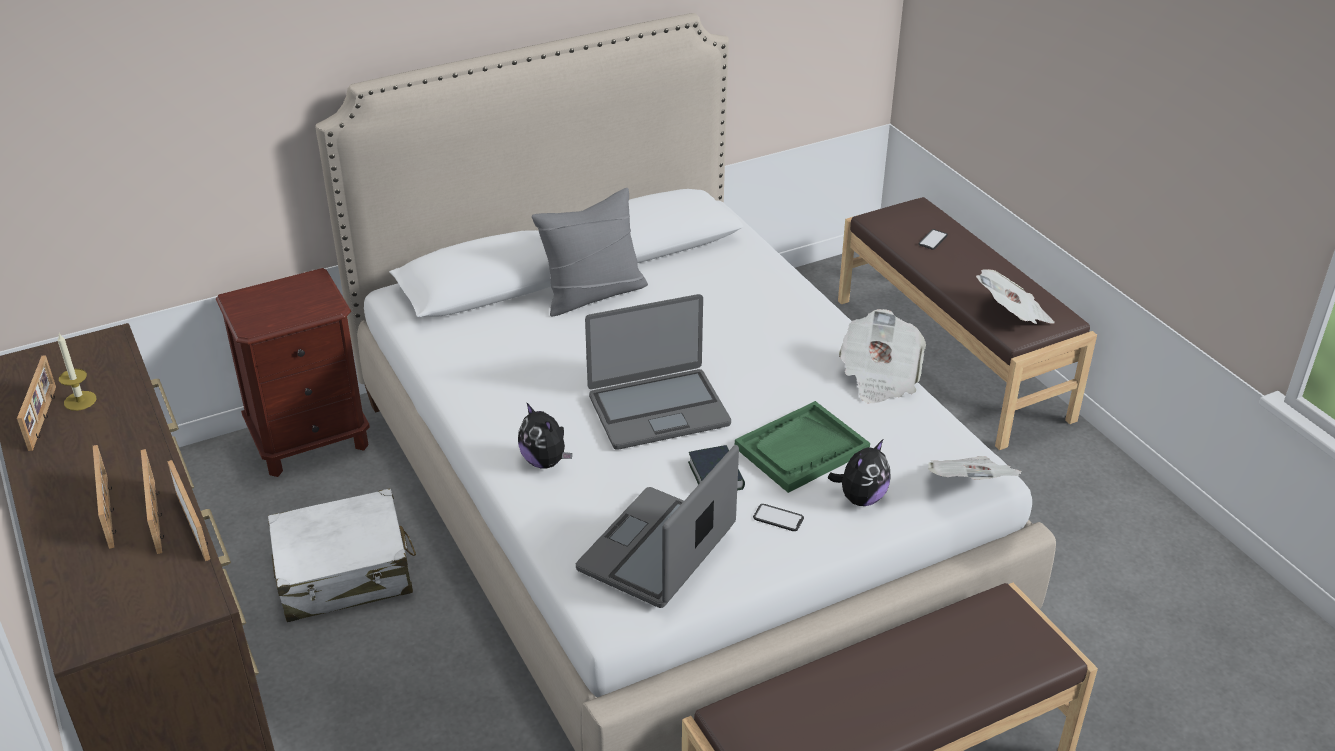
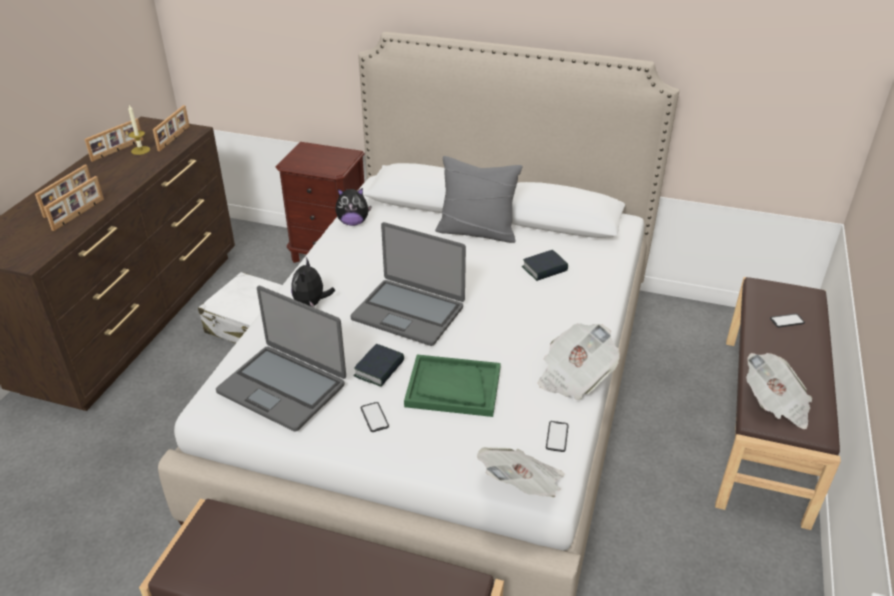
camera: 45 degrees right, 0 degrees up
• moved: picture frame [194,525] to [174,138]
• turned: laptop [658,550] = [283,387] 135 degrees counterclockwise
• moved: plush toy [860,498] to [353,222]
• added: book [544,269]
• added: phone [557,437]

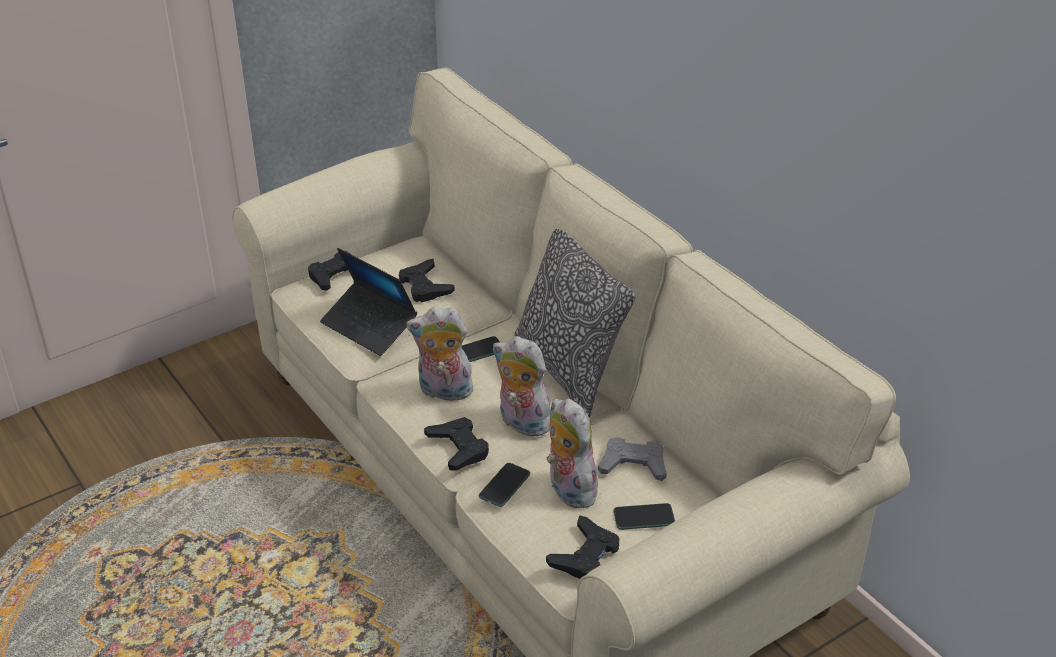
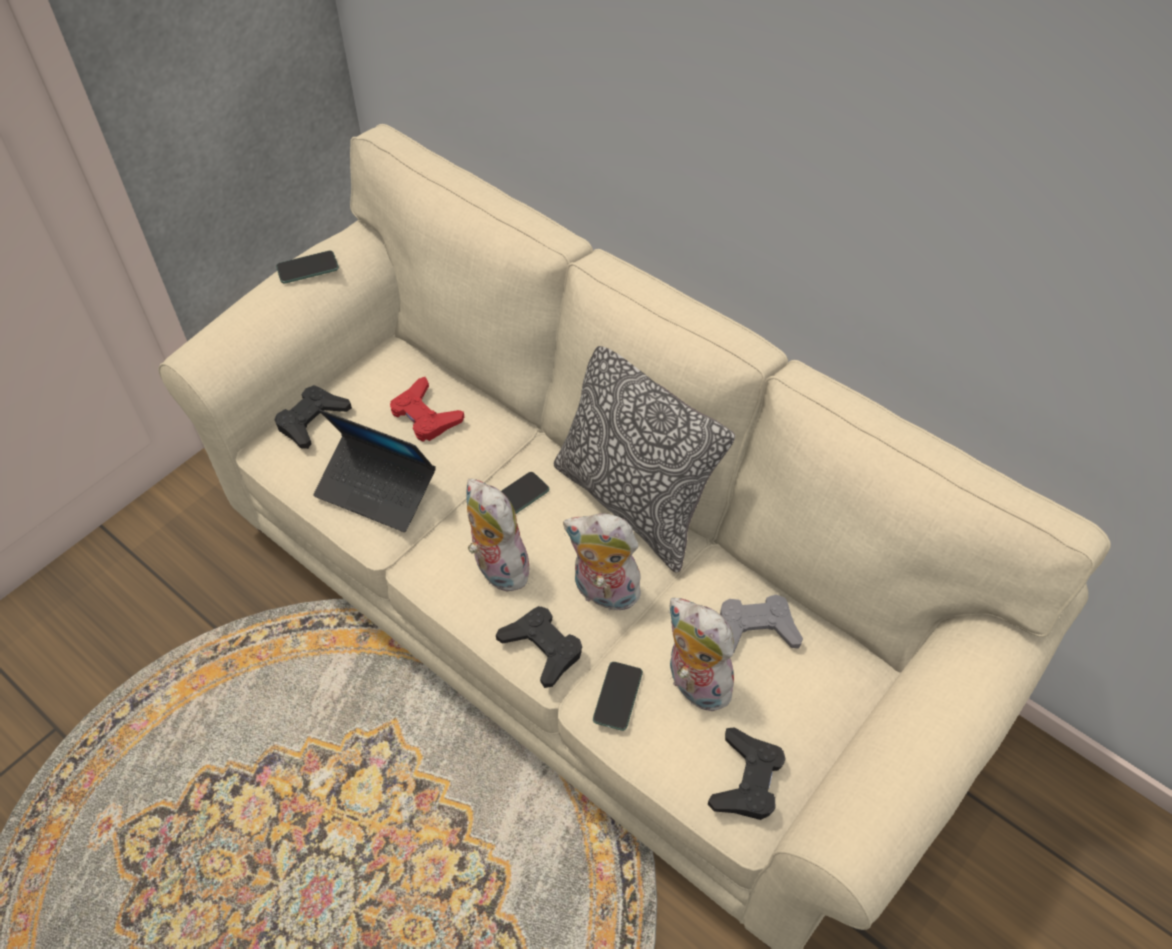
camera: 15 degrees left, 15 degrees up
• moved: phone [644,517] to [307,268]
• recoloured: black game controller [425,286] to red game controller [425,415]
• turned: plush toy [443,392] = [496,567] 60 degrees clockwise

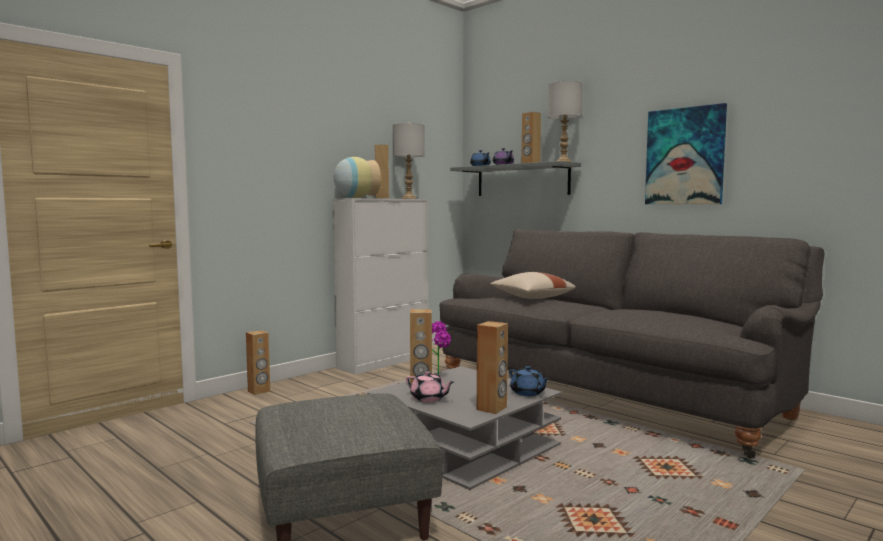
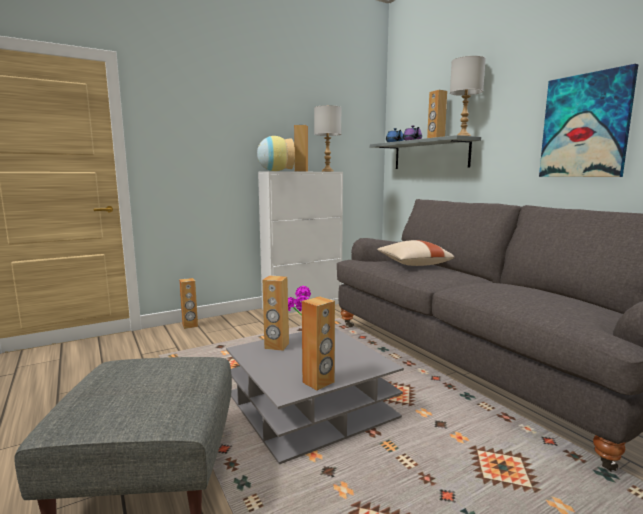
camera: 15 degrees right, 5 degrees up
• removed: pink teapot [429,399]
• removed: blue teapot [528,393]

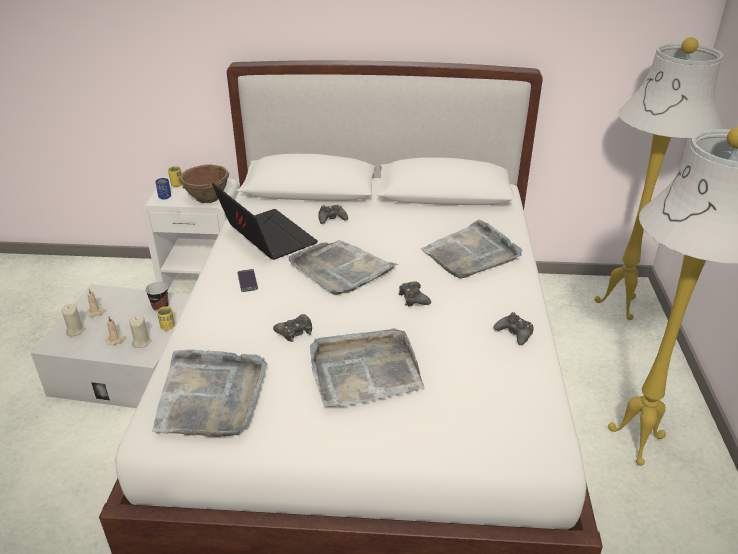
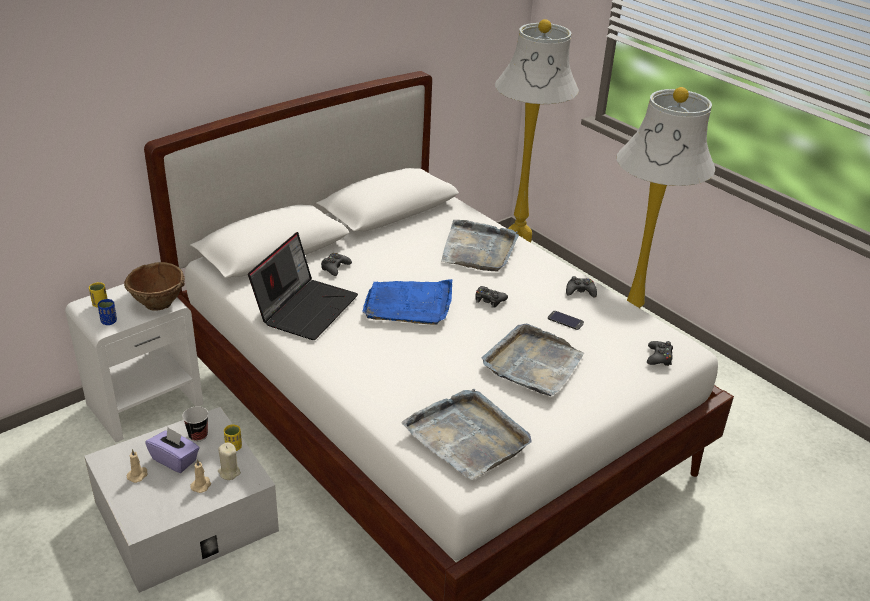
camera: 45 degrees left, 0 degrees up
• added: purple tissue box [175,460]
• turned: laptop [265,237] = [306,308] 105 degrees clockwise
• recoloured: grey tray [341,269] to blue tray [409,304]
• moved: phone [247,281] to [565,320]
• moved: black game controller [295,331] to [659,357]
• removed: beige candle [75,330]

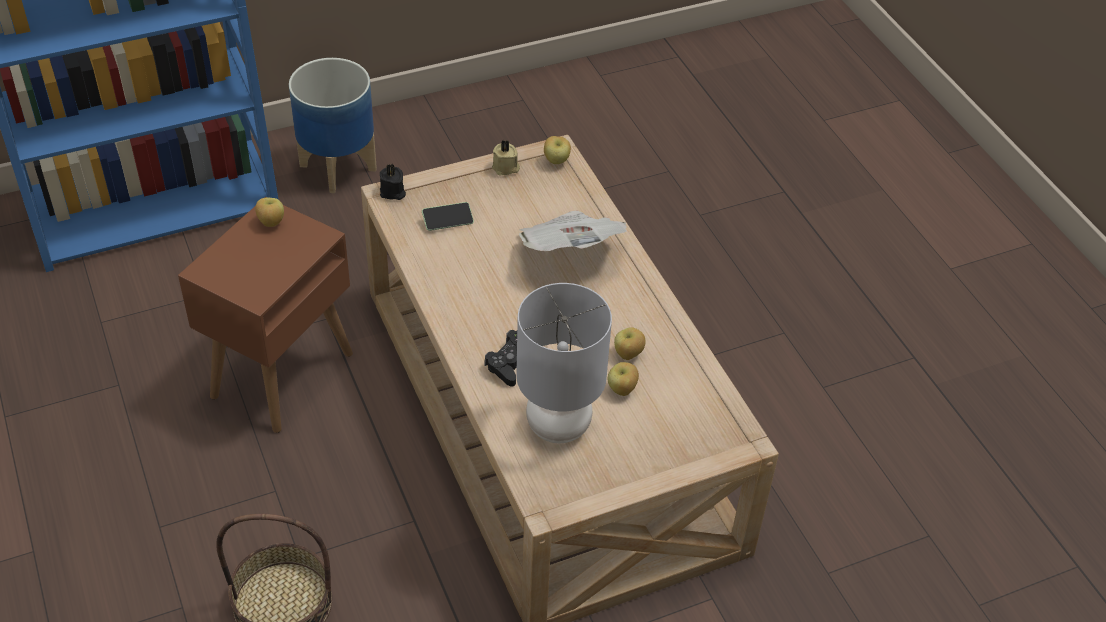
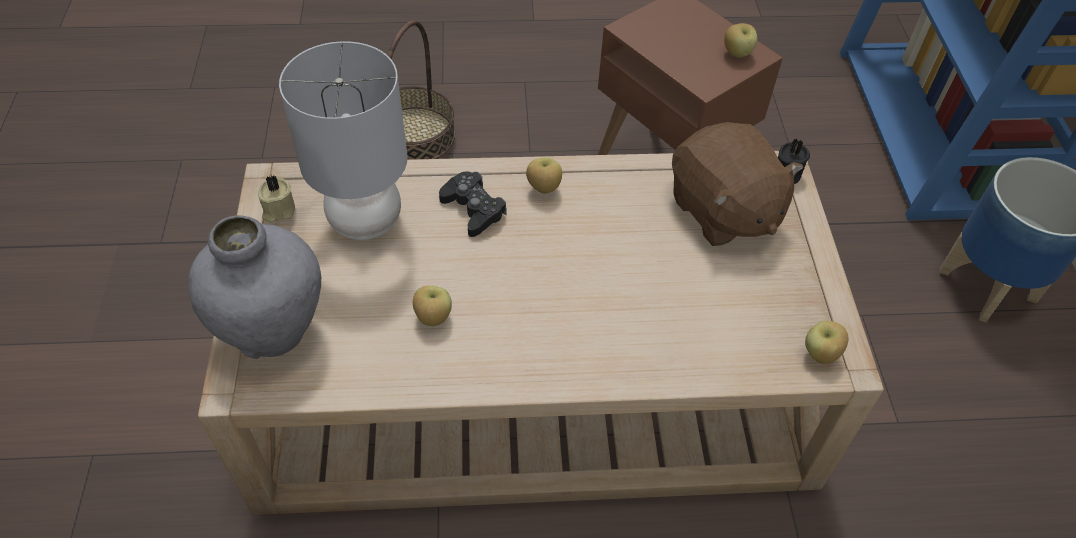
camera: 110 degrees right, 5 degrees up
• added: grey vase [273,330]
• moved: beige candle [506,168] to [278,210]
• moved: apple [622,390] to [543,188]
• replaced: phone [448,221] to brown plush toy [723,211]
• removed: newspaper [570,252]

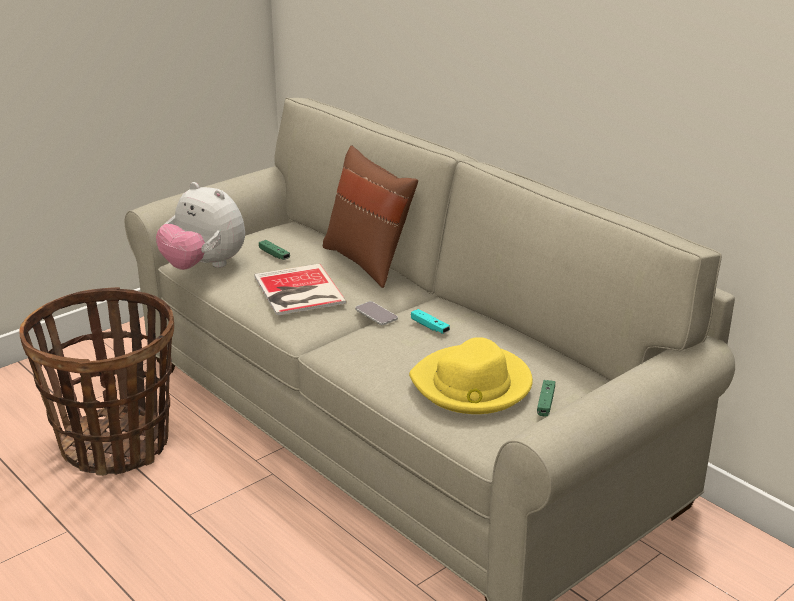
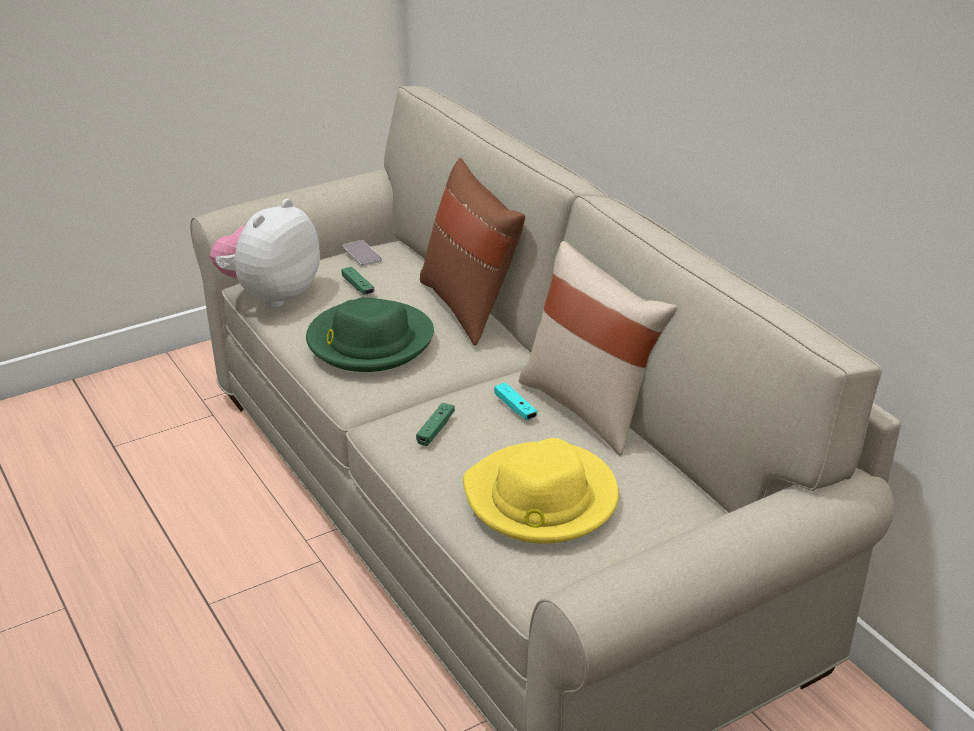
camera: 10 degrees right, 5 degrees up
• turned: plush toy [204,266] = [271,295] 75 degrees clockwise
• replaced: book [298,291] to green hat [369,341]
• moved: phone [376,314] to [362,254]
• moved: green game controller [545,402] to [435,429]
• added: beige pillow [590,408]
• removed: basket [115,444]

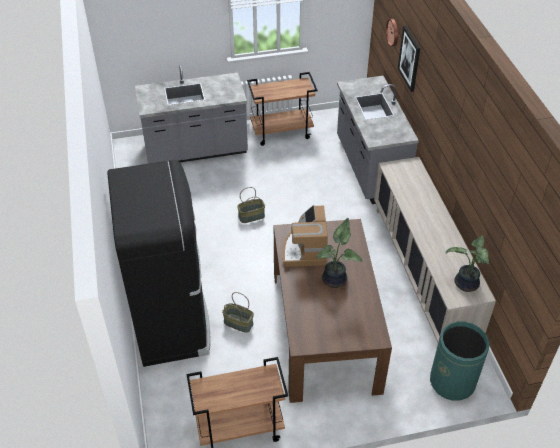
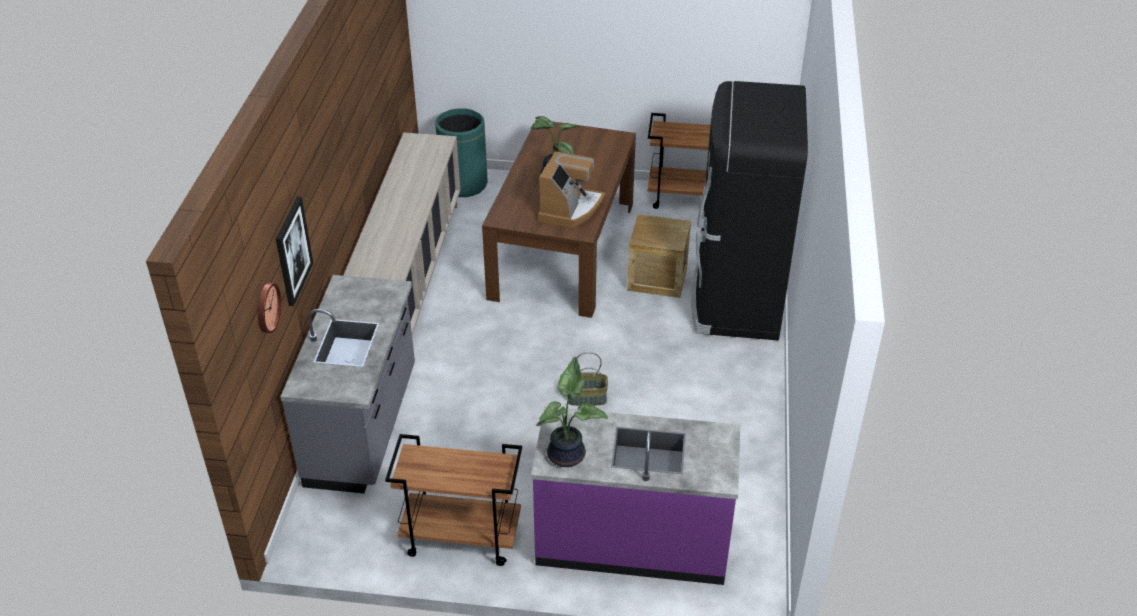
camera: 160 degrees left, 5 degrees down
• recoloured: grey counter [196,151] to purple counter [632,540]
• moved: potted plant [465,284] to [568,454]
• replaced: basket [239,323] to crate [657,278]

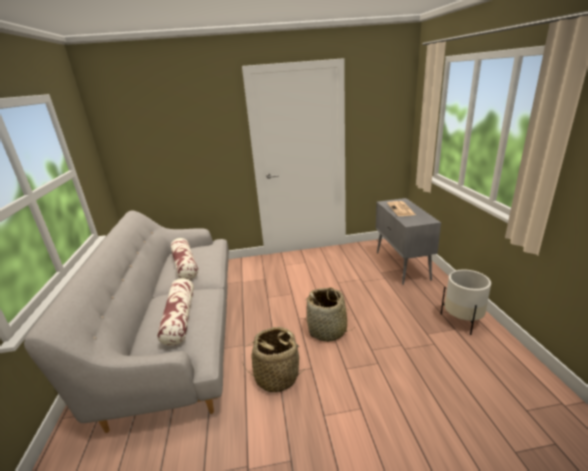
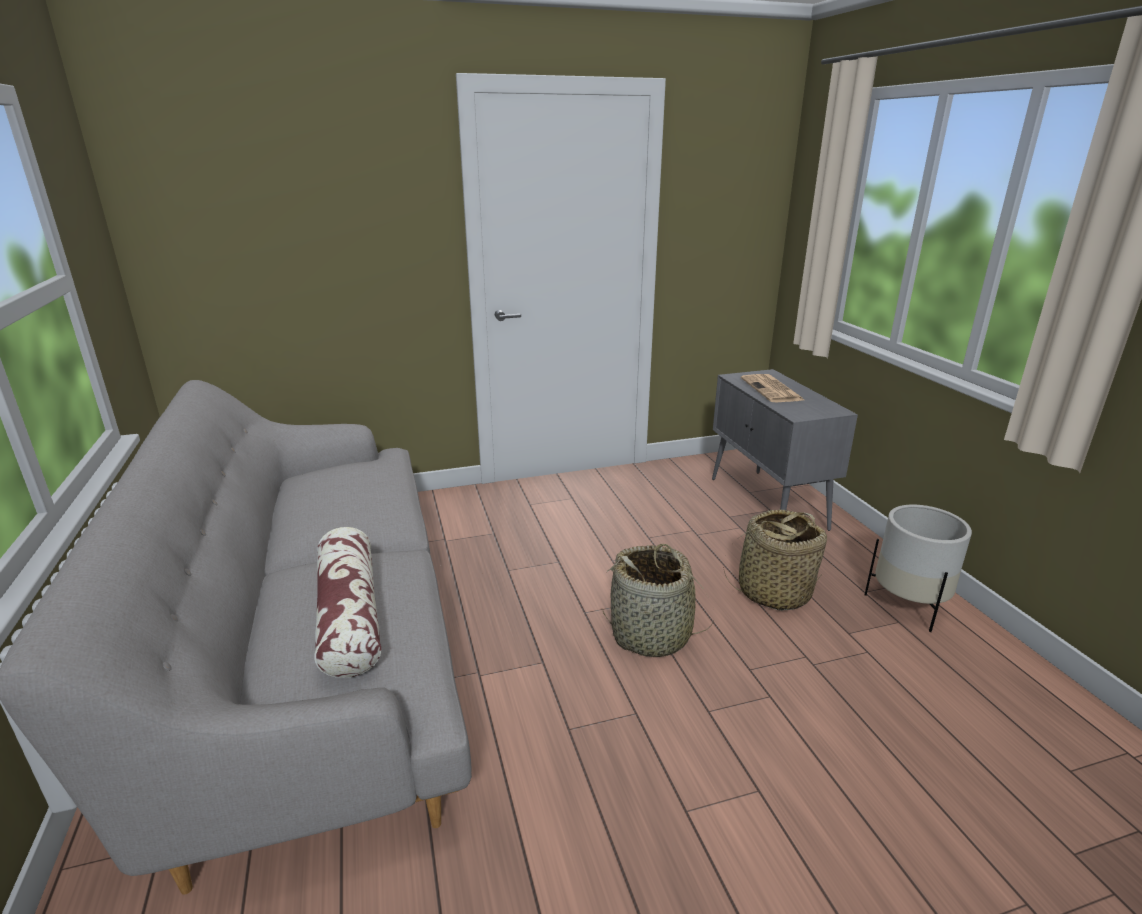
camera: 10 degrees left, 0 degrees up
• moved: basket [276,376] to [773,592]
• removed: pillow [185,265]

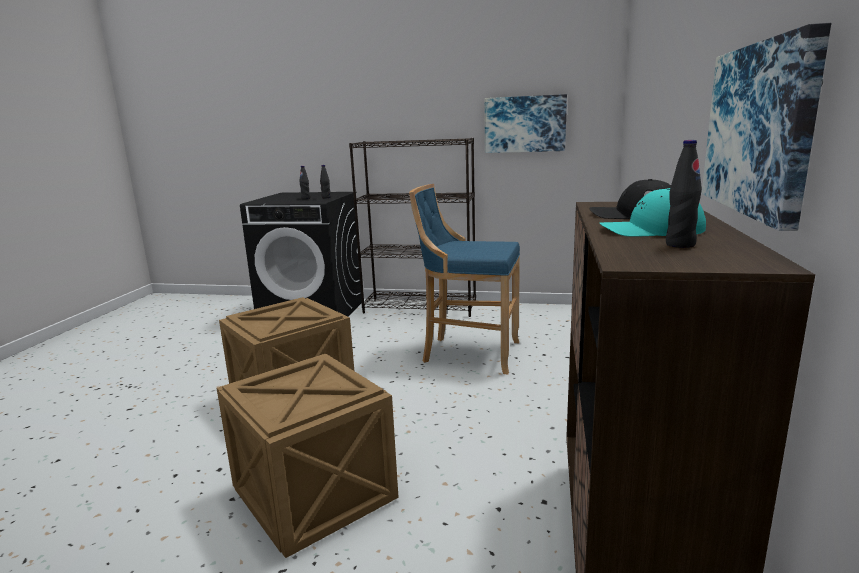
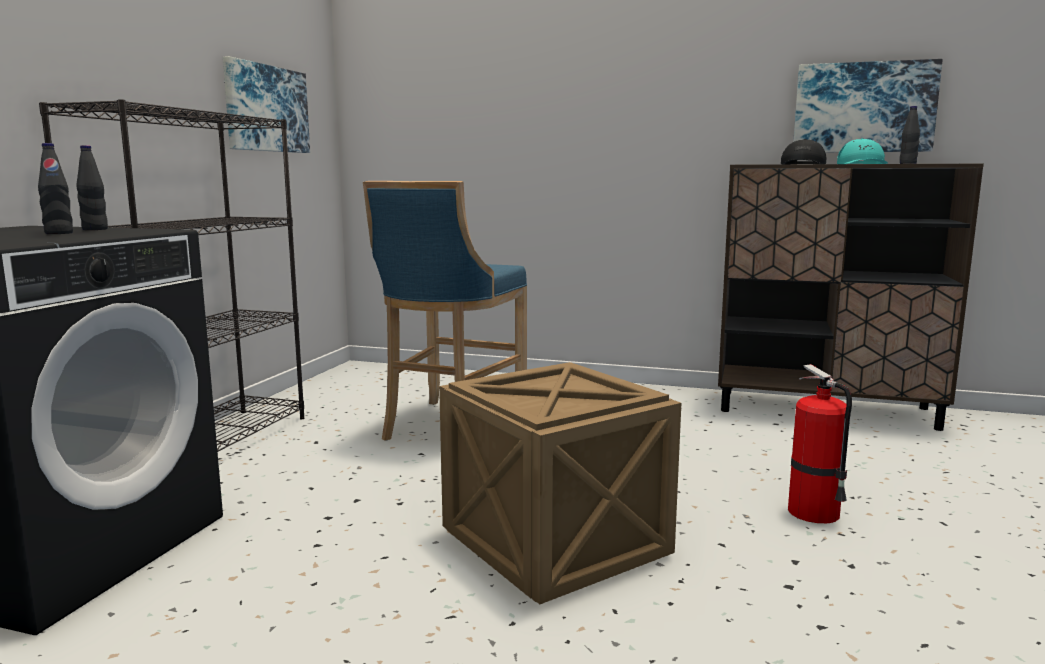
camera: 85 degrees left, 5 degrees down
• replaced: crate [314,495] to fire extinguisher [816,513]

